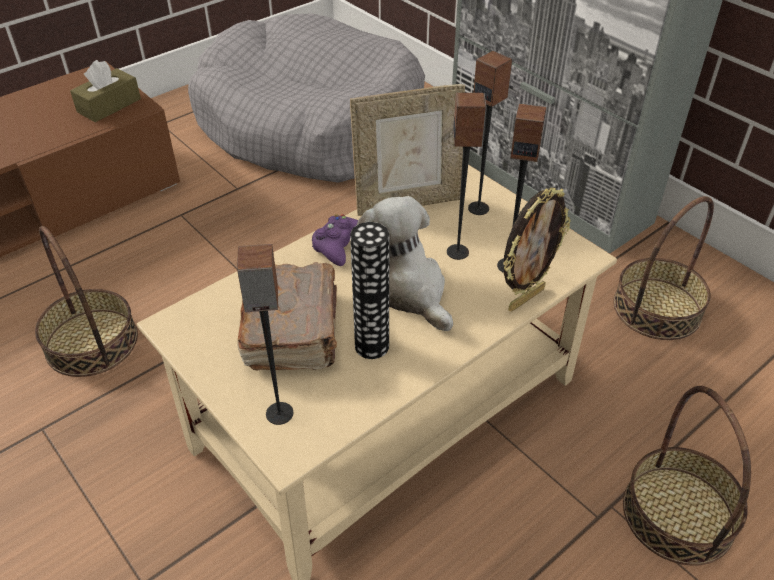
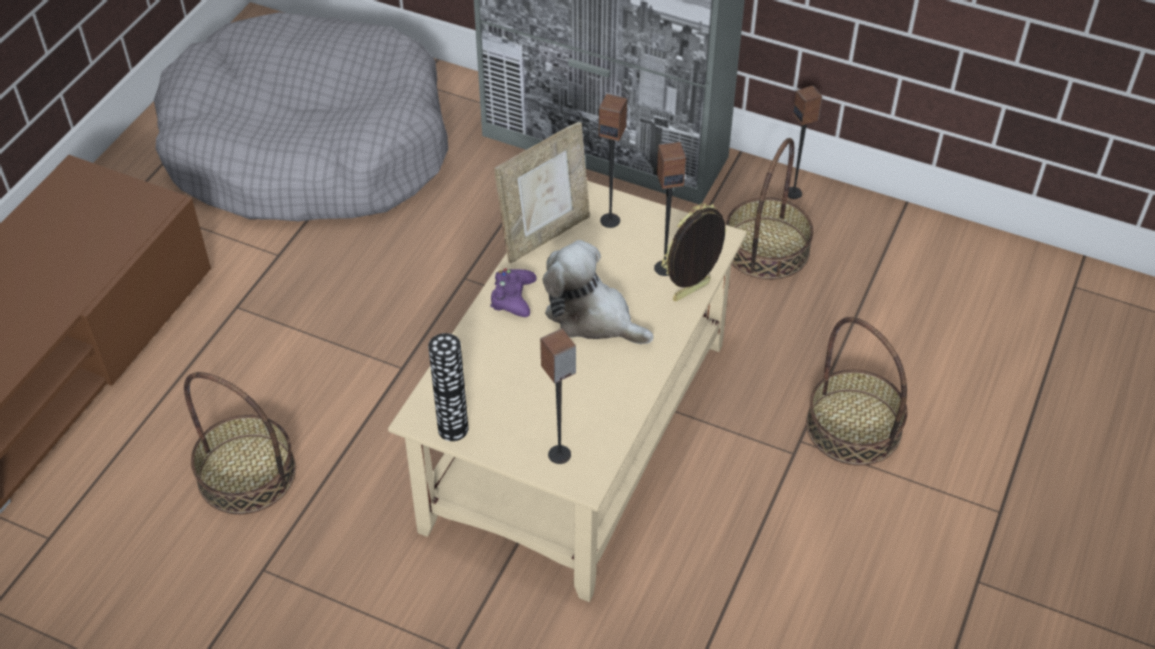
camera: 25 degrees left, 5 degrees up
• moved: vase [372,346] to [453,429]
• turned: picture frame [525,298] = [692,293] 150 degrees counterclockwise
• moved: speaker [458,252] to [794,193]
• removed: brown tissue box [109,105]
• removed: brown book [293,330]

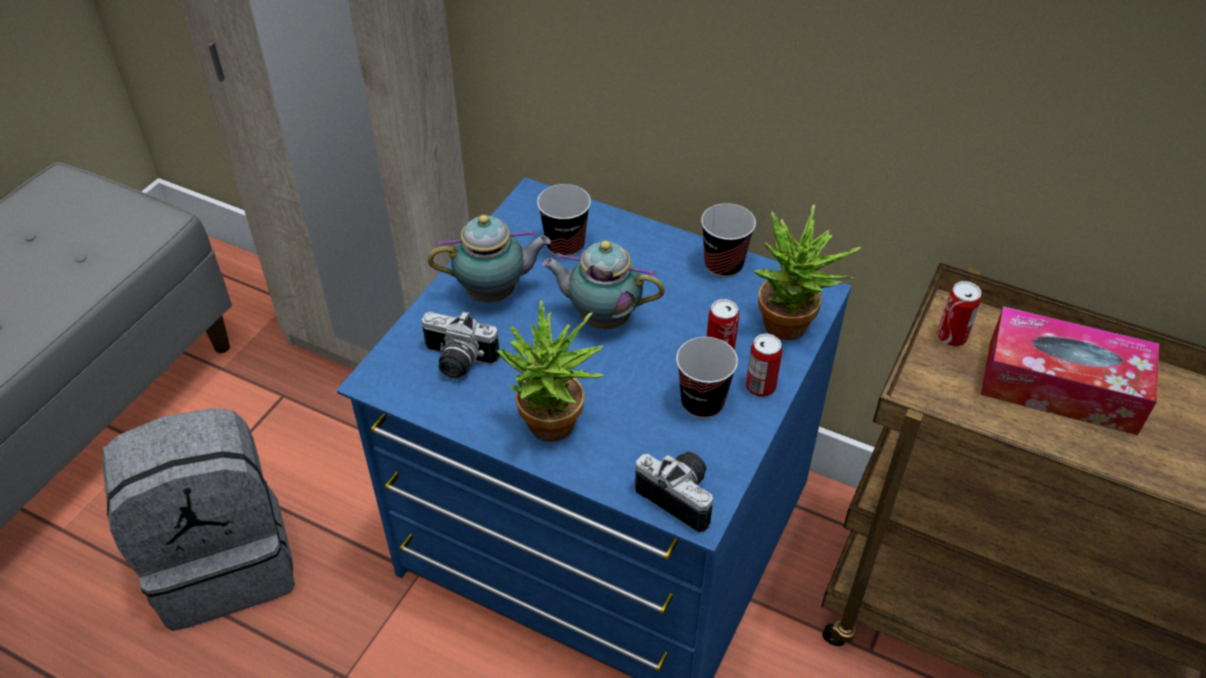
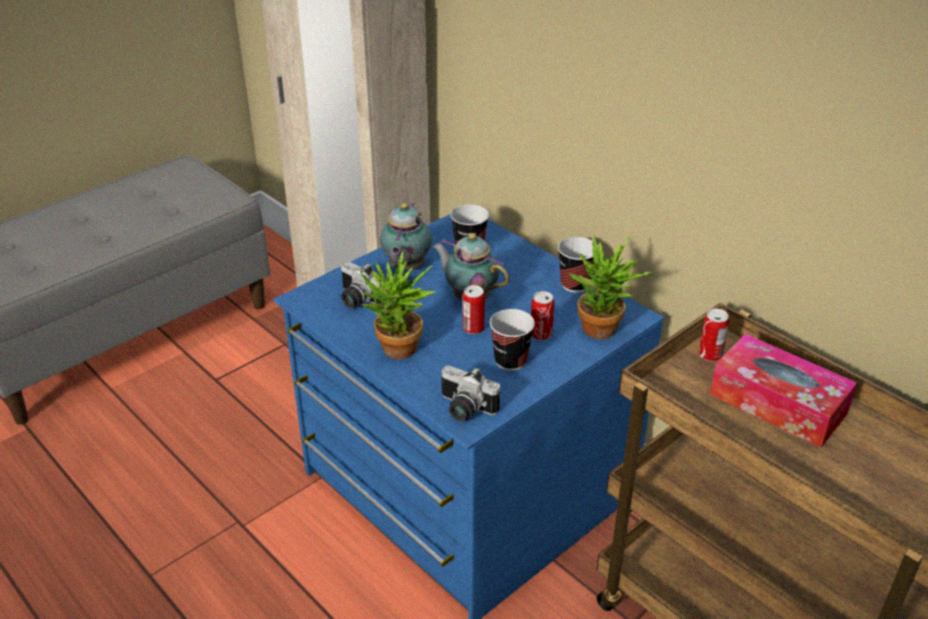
camera: 20 degrees right, 10 degrees down
• turned: teapot [495,293] = [405,267] 90 degrees clockwise
• turned: photo camera [682,495] = [464,409] 150 degrees clockwise
• moved: can [760,387] to [473,328]
• removed: grey backpack [224,561]

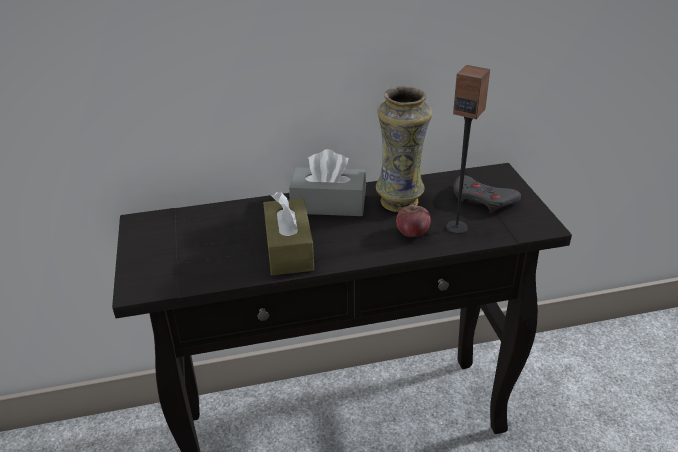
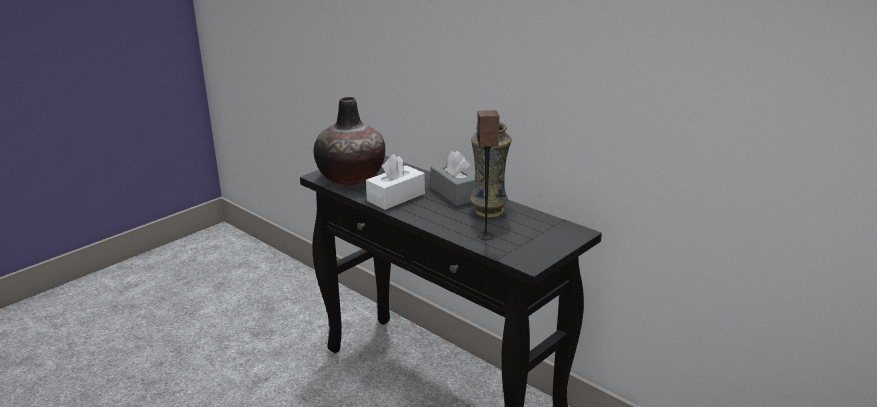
camera: 55 degrees right, 10 degrees down
• added: vase [351,178]
• recoloured: brown tissue box [289,249] to white tissue box [396,197]
• removed: apple [412,233]
• removed: grey game controller [483,199]

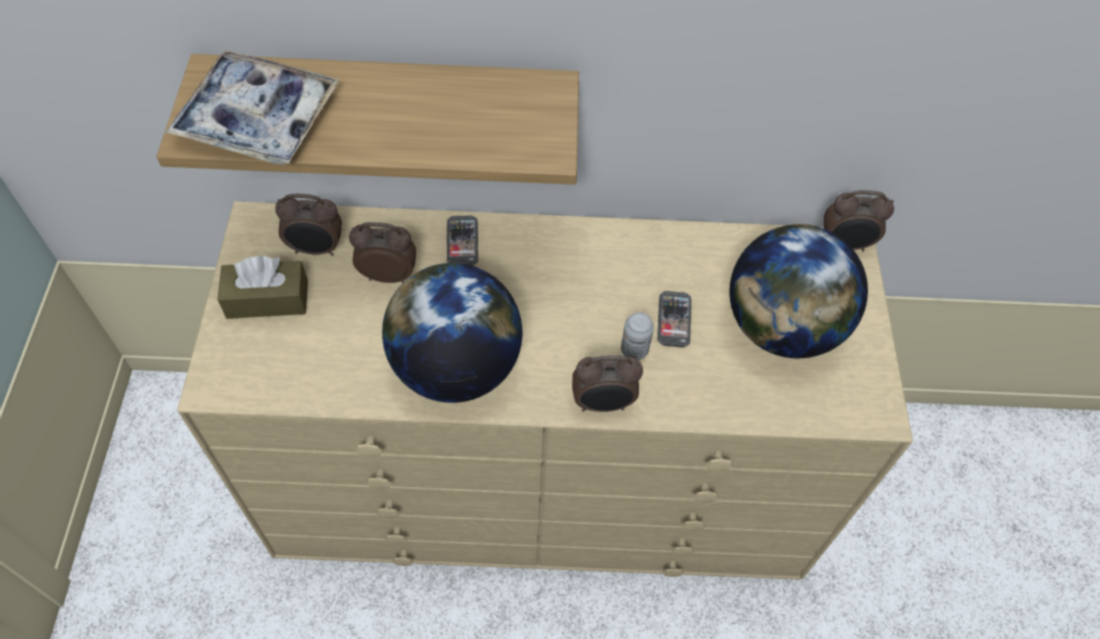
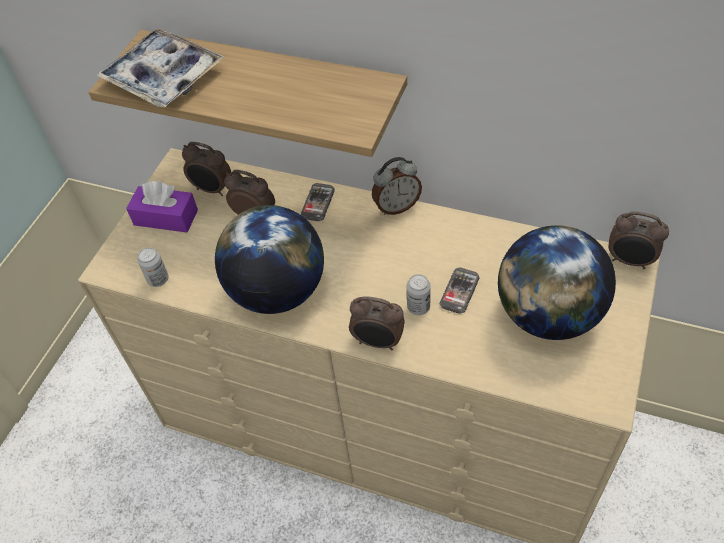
camera: 25 degrees right, 5 degrees down
• recoloured: brown tissue box [267,299] to purple tissue box [166,217]
• added: can [158,279]
• added: alarm clock [396,206]

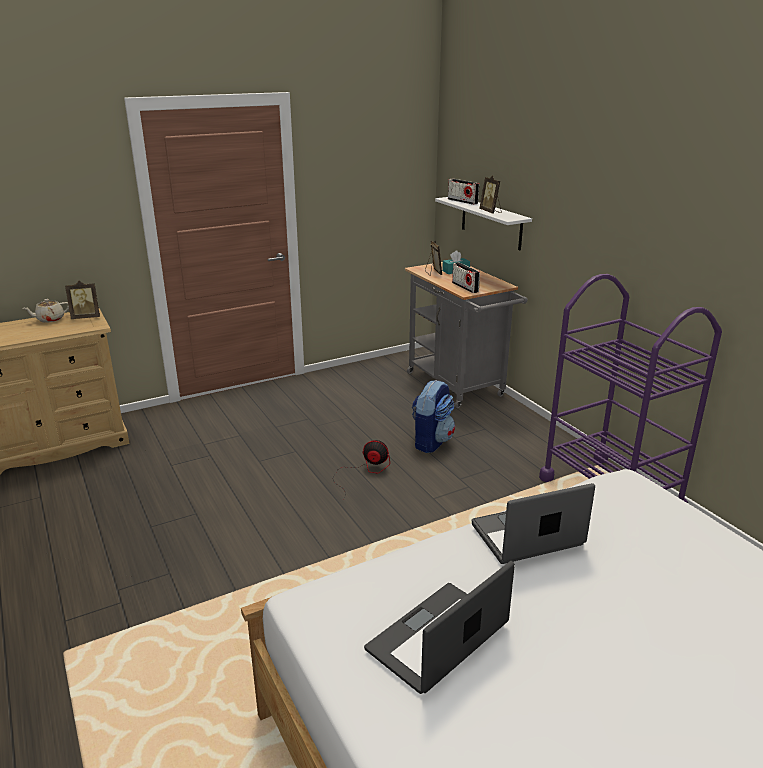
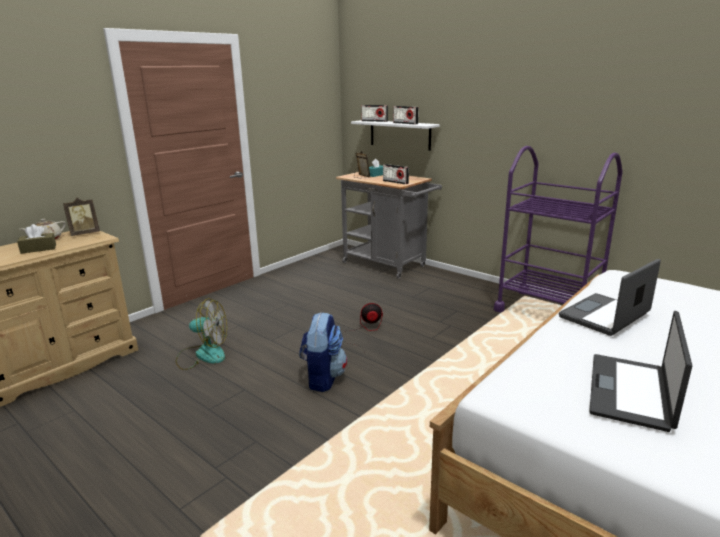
camera: 20 degrees left, 5 degrees down
• added: brown tissue box [38,249]
• added: fan [202,355]
• moved: backpack [431,441] to [323,378]
• replaced: picture frame [491,212] to radio [405,123]

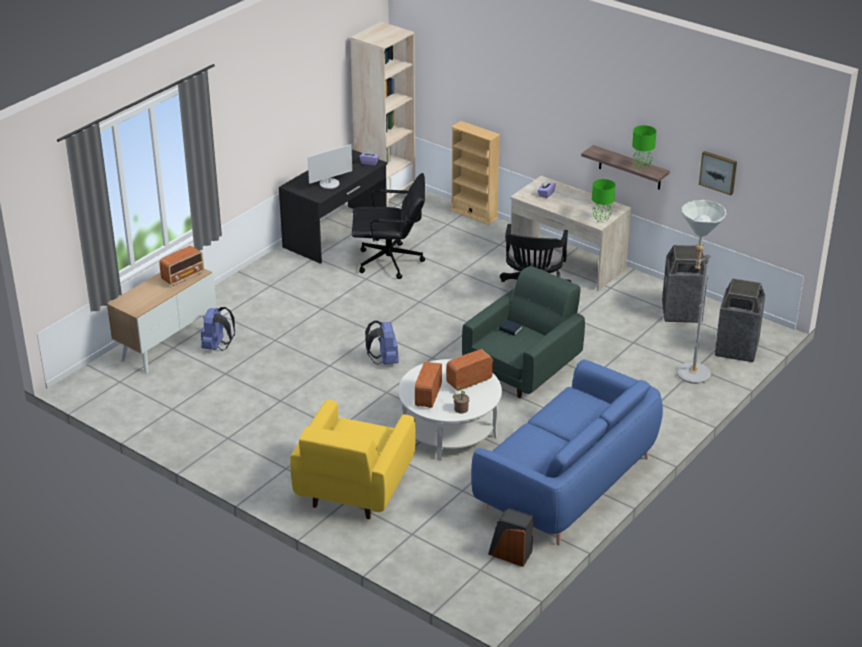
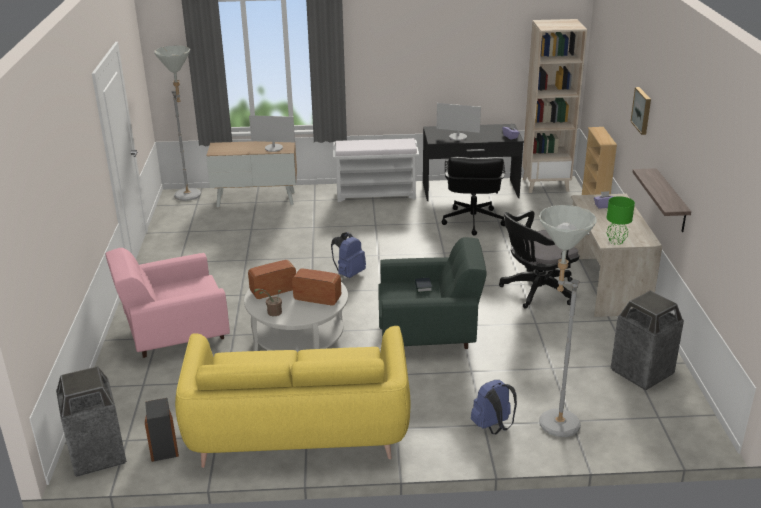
camera: 50 degrees right, 5 degrees down
• moved: trash can [736,349] to [97,455]
• recoloured: yellow armchair [353,488] to pink armchair [174,334]
• added: grey floor lamp [190,197]
• recoloured: blue sofa [567,482] to yellow sofa [298,429]
• replaced: radio [183,277] to monitor [274,148]
• added: white bench [376,194]
• turned: black office chair [390,262] = [472,221] 45 degrees clockwise
• moved: blue backpack [217,346] to [493,427]
• moved: picture [718,172] to [642,110]
• removed: green table lamp [642,167]

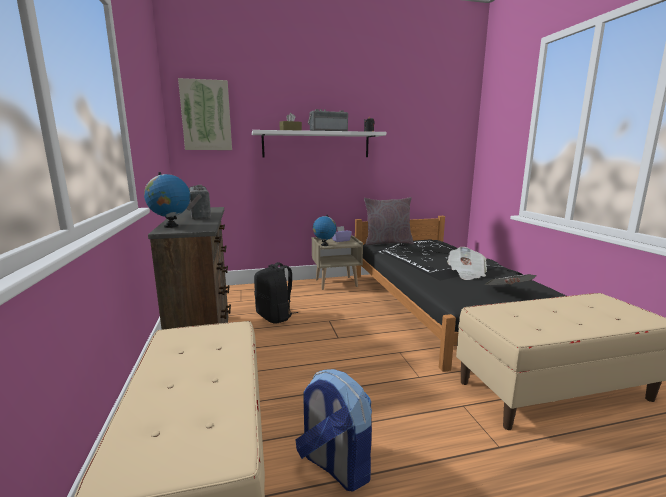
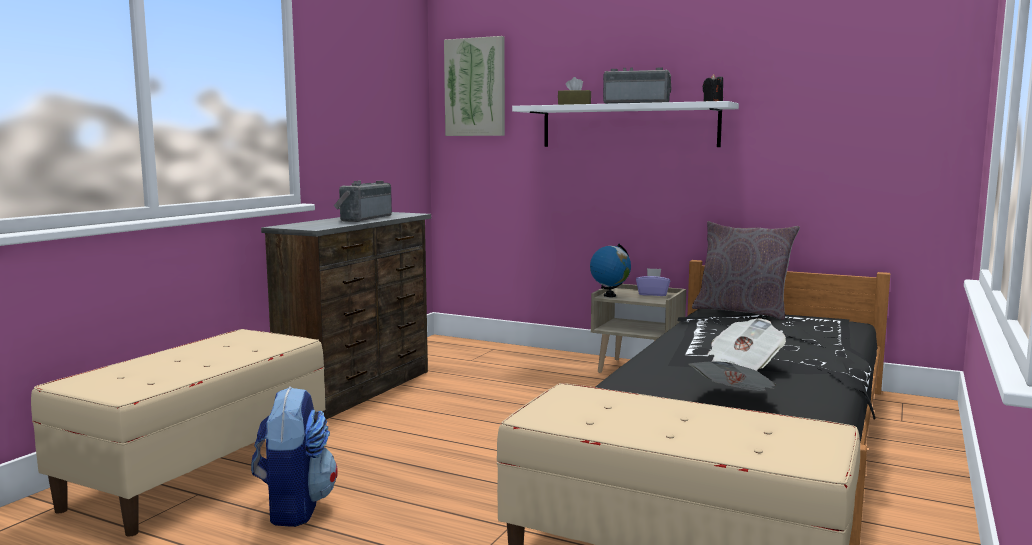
camera: 40 degrees right, 5 degrees down
• removed: globe [171,226]
• removed: black backpack [275,317]

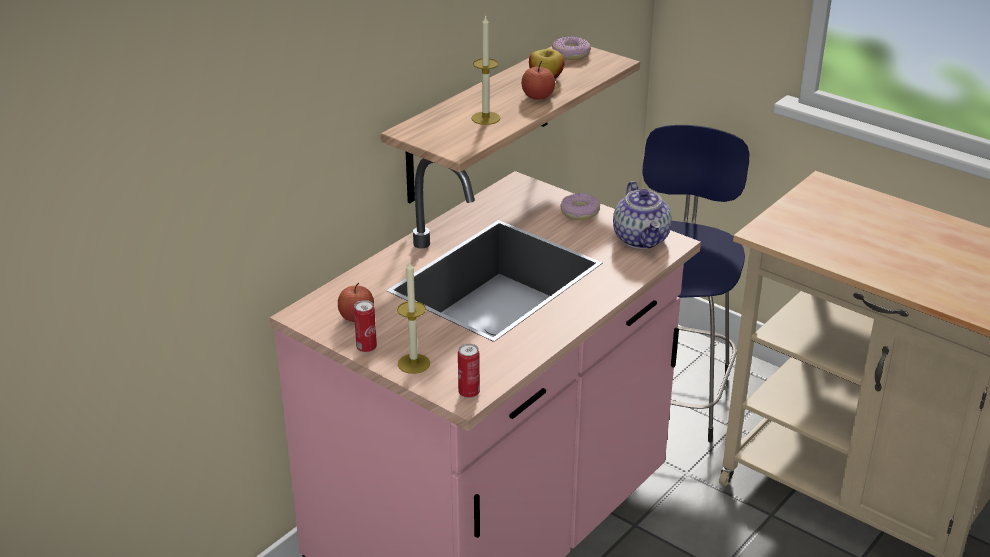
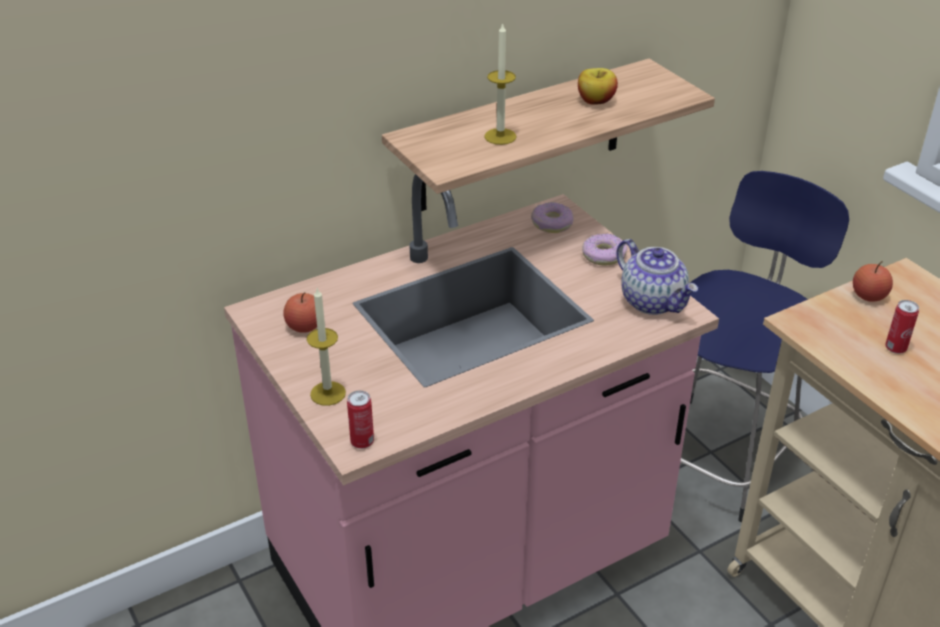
camera: 20 degrees right, 5 degrees up
• moved: donut [570,54] to [551,224]
• turned: teapot [642,239] = [653,301] 45 degrees counterclockwise
• moved: apple [538,96] to [868,296]
• moved: can [366,348] to [895,348]

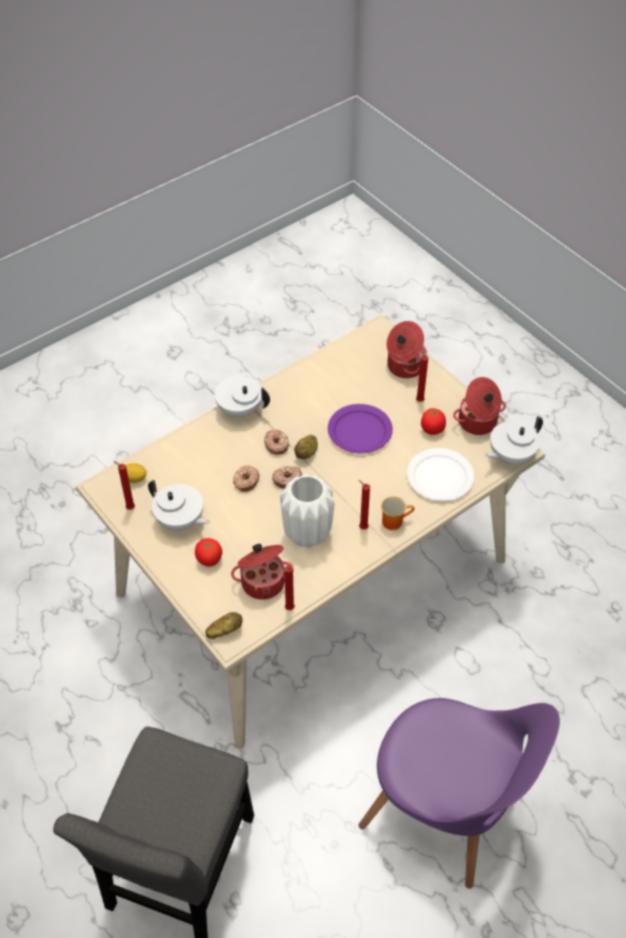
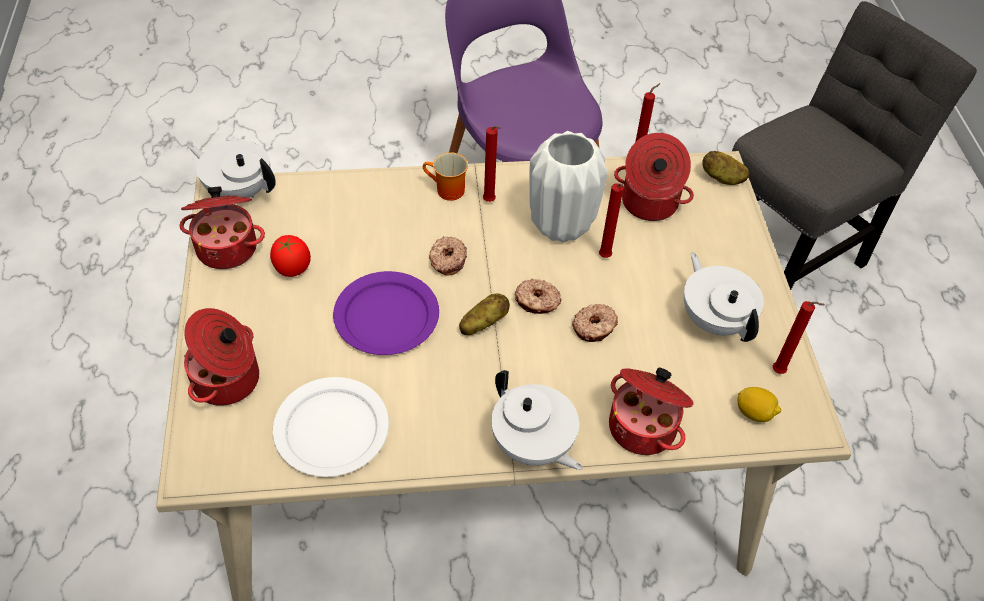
camera: 150 degrees left, 0 degrees up
• turned: white teapot [510,456] = [239,190] 150 degrees counterclockwise
• moved: white plate [439,476] to [331,430]
• moved: donut [277,444] to [447,260]
• moved: red candle [418,400] to [605,258]
• added: cooking pot [643,426]
• removed: tomato [209,559]

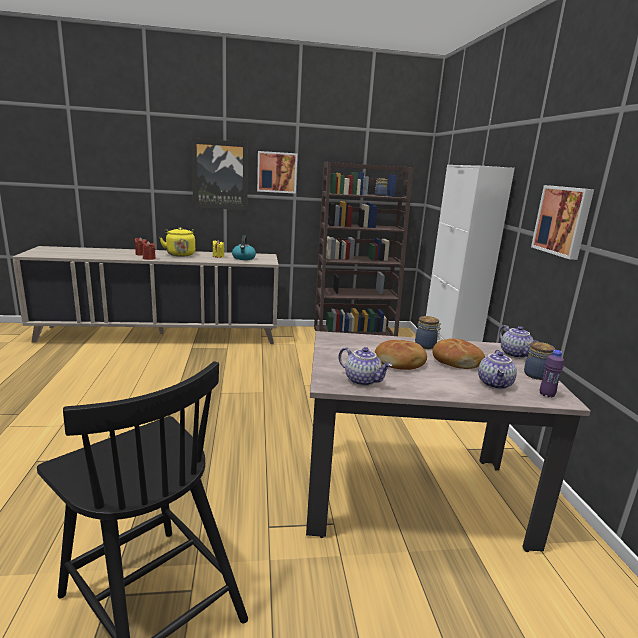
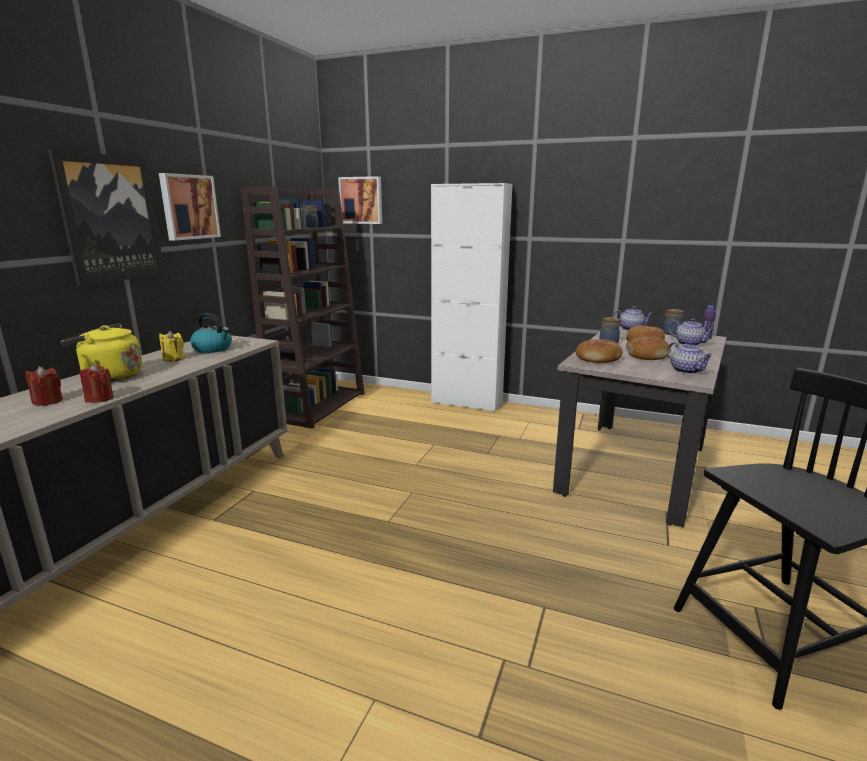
camera: 60 degrees left, 0 degrees up
• moved: picture [563,221] to [361,200]
• added: bread [598,359]
• turned: teapot [363,380] = [687,371] 90 degrees clockwise

